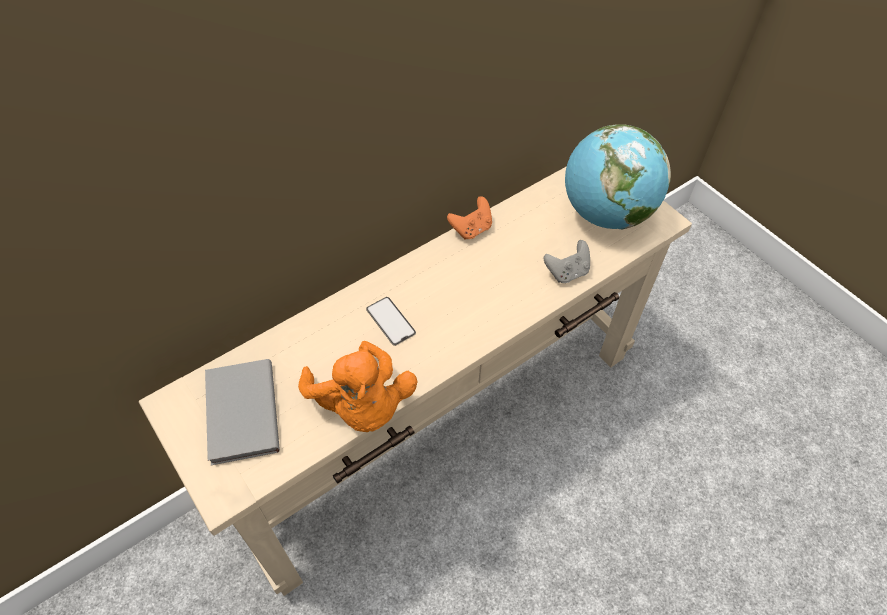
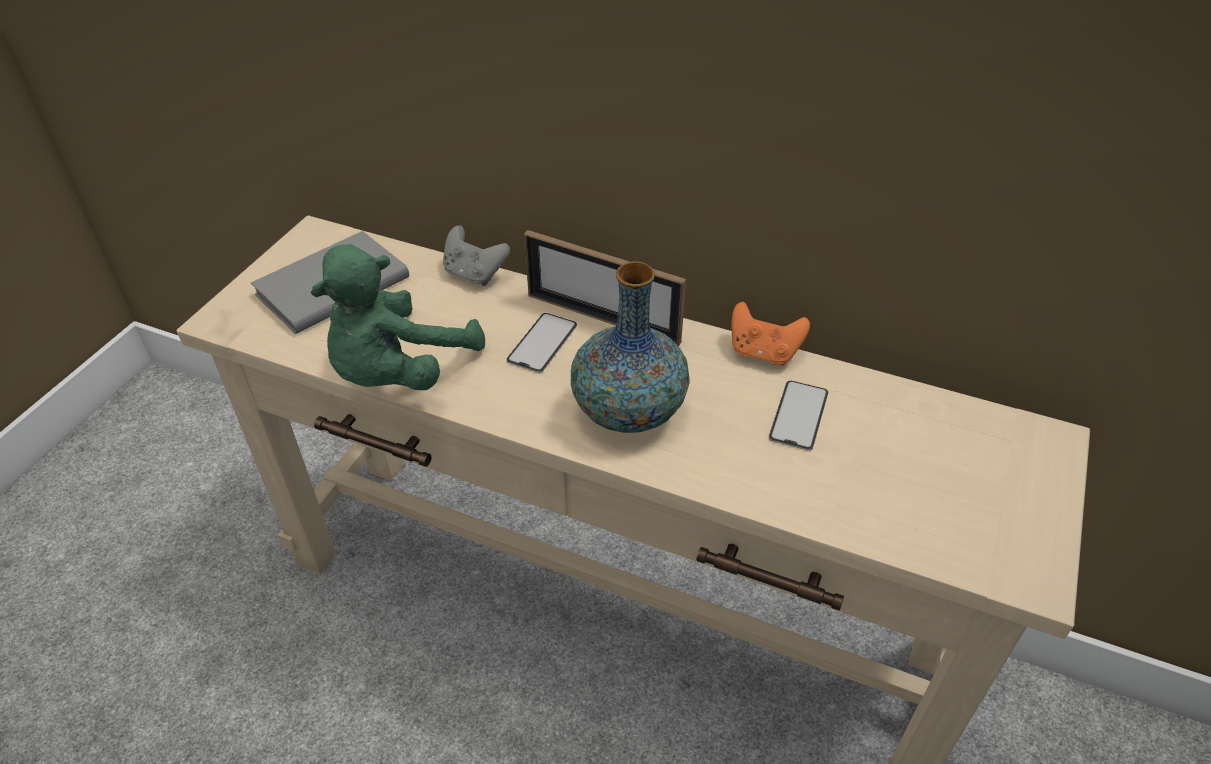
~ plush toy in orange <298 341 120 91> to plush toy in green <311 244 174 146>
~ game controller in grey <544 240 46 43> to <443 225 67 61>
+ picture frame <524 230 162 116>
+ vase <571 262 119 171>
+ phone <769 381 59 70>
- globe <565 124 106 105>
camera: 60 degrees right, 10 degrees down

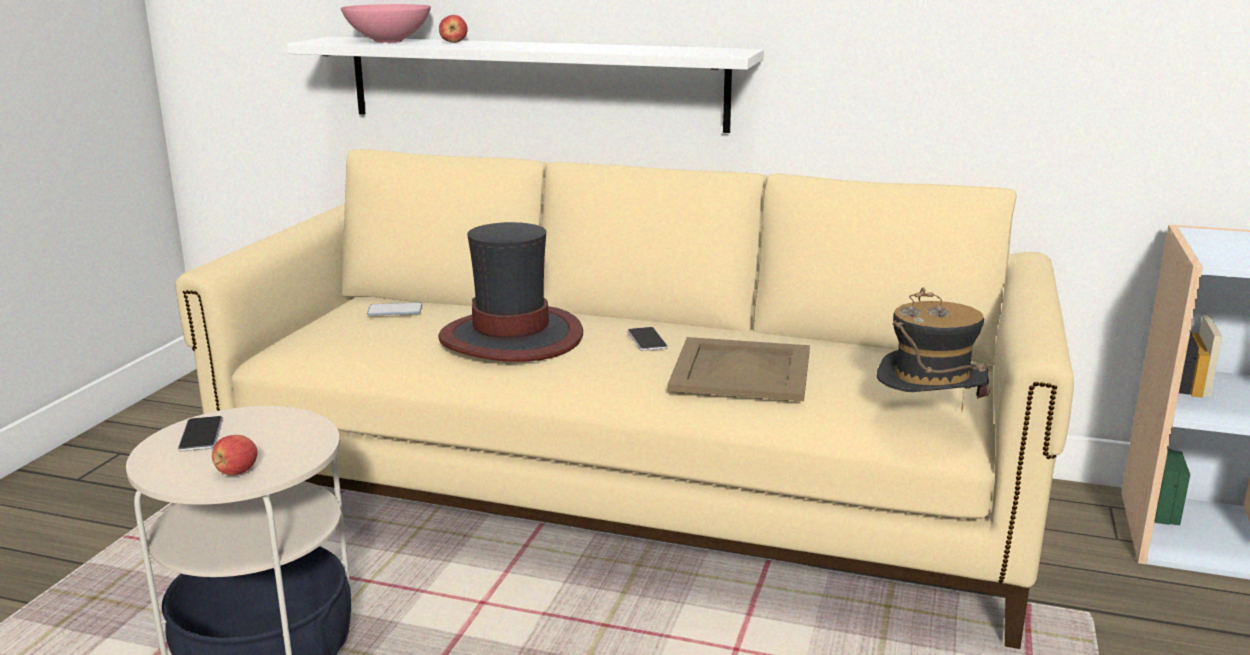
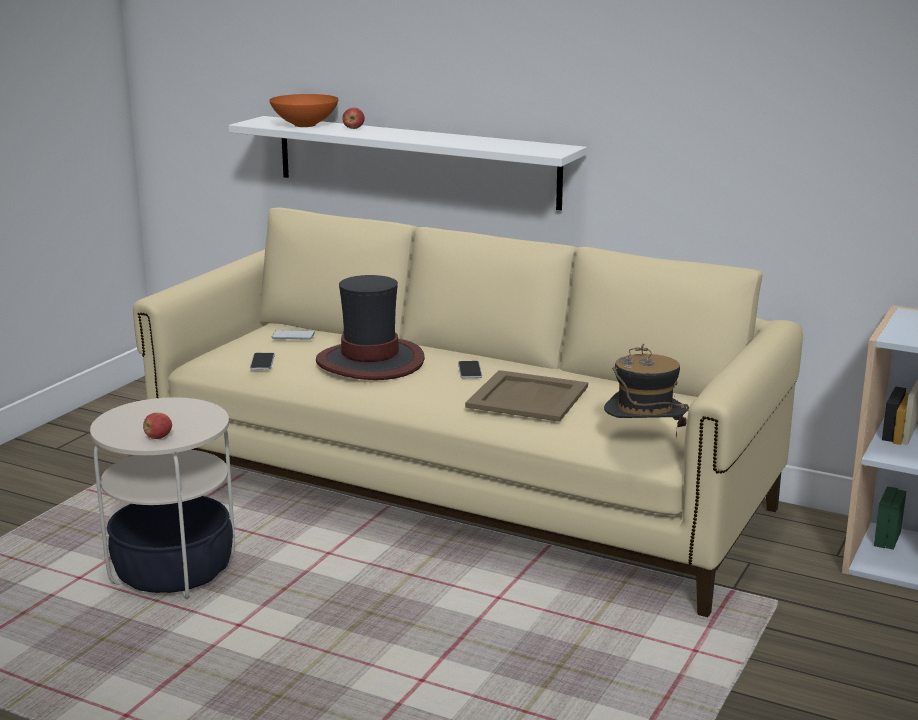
~ phone <178 416 45 35> to <250 353 25 17>
~ bowl in pink <341 4 90 39> to bowl in orange <269 94 70 33>
camera: 10 degrees right, 0 degrees up

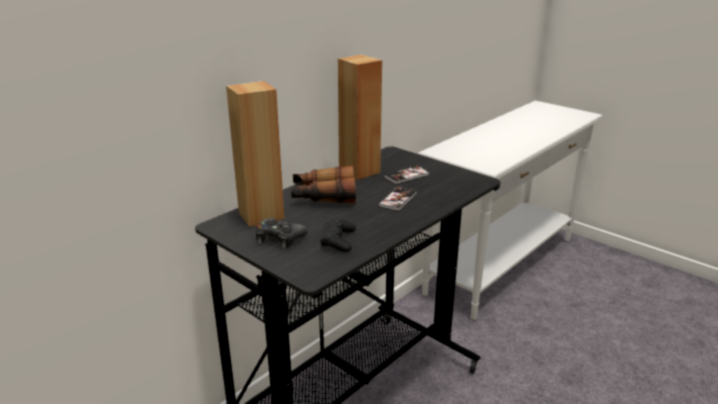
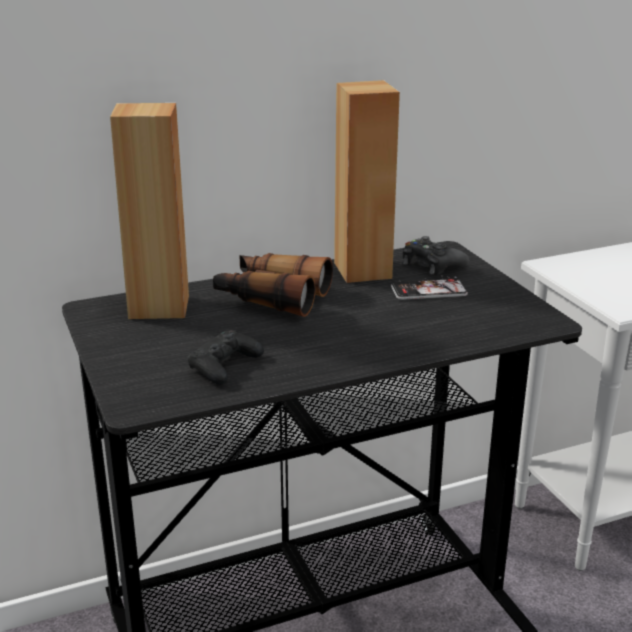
~ game controller in black <256 218 52 30> to <403 236 66 39>
- phone <379 187 38 24>
camera: 25 degrees right, 0 degrees up

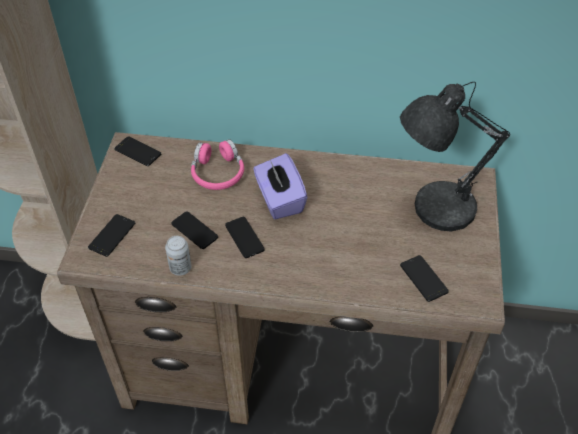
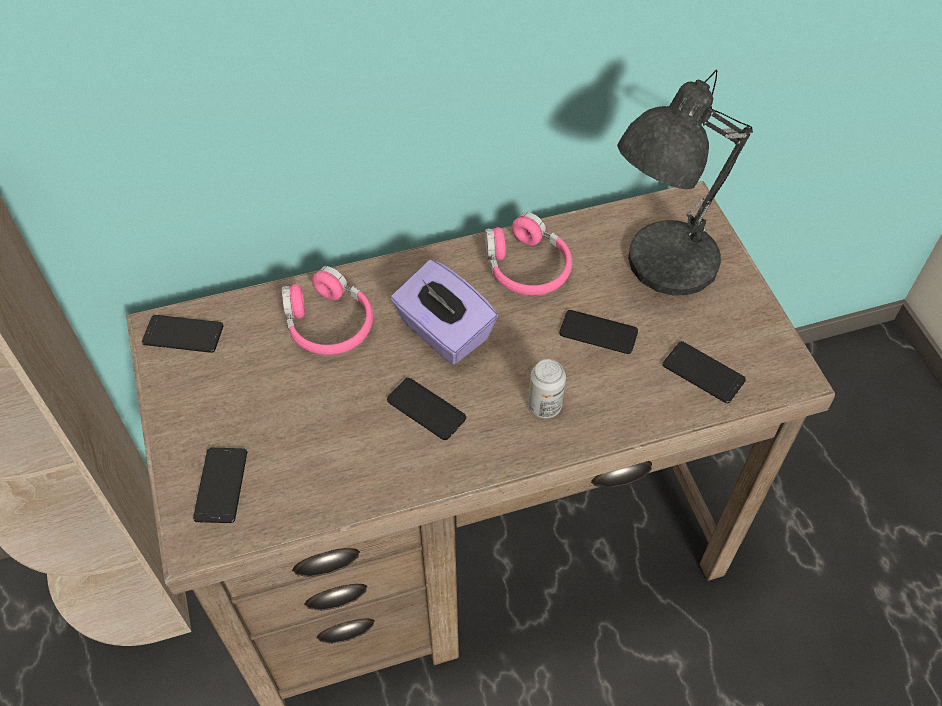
+ headphones in pink <485 212 87 83>
~ can <165 236 27 40> to <528 359 38 59>
~ phone <171 211 47 38> to <559 310 79 44>
camera: 25 degrees left, 5 degrees up

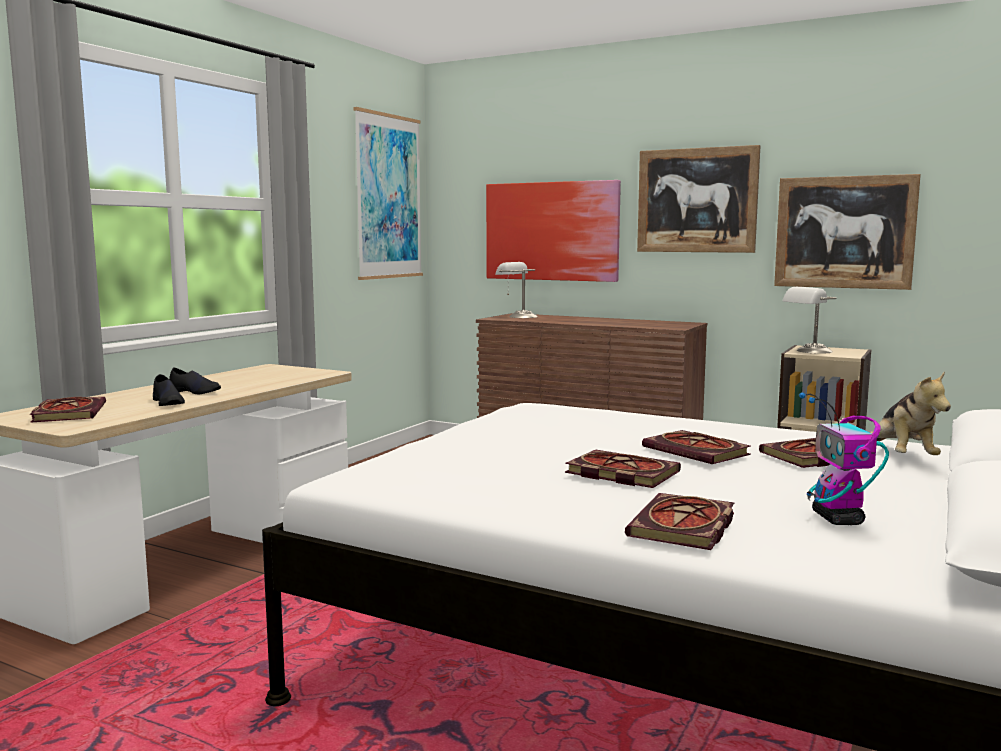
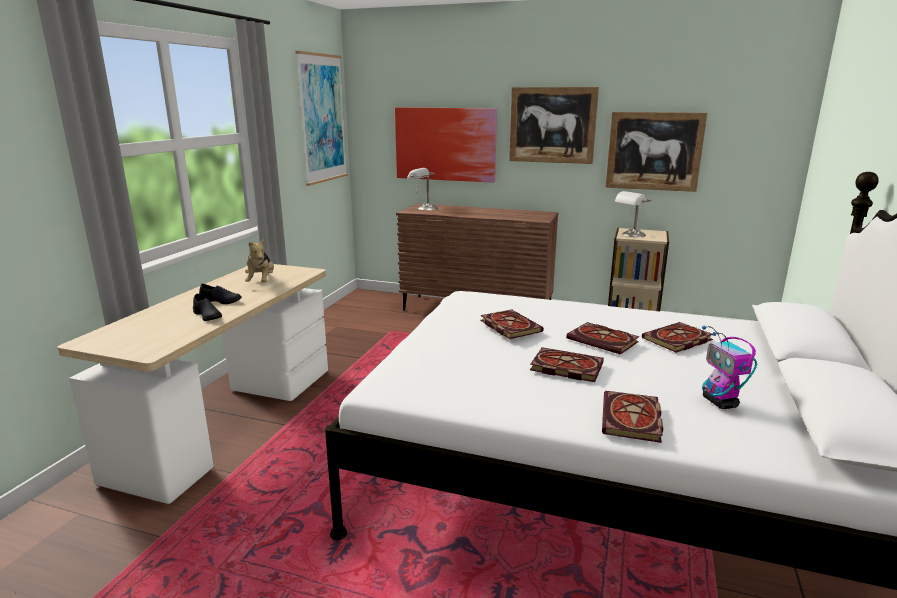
~ plush toy <870 371 81 84> to <245 238 29 44>
~ book <30 397 76 26> to <480 309 64 30>
camera: 10 degrees left, 10 degrees up

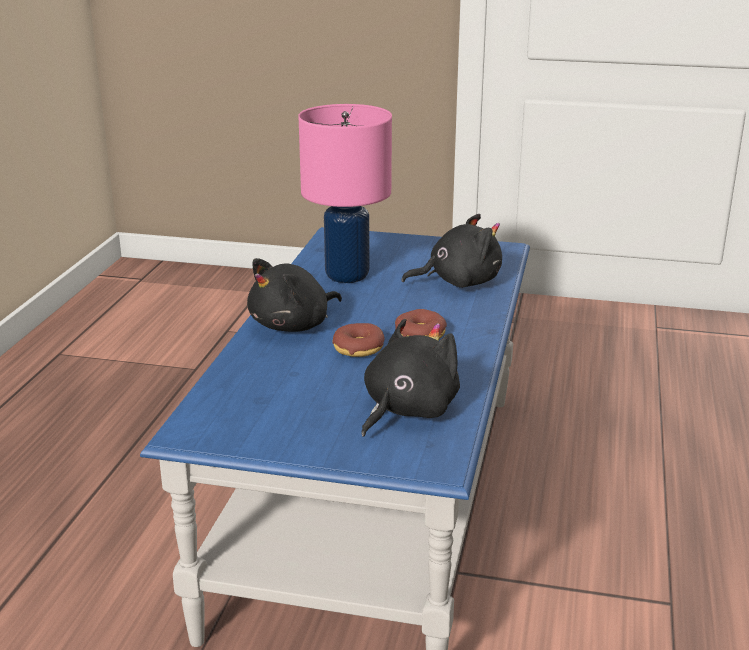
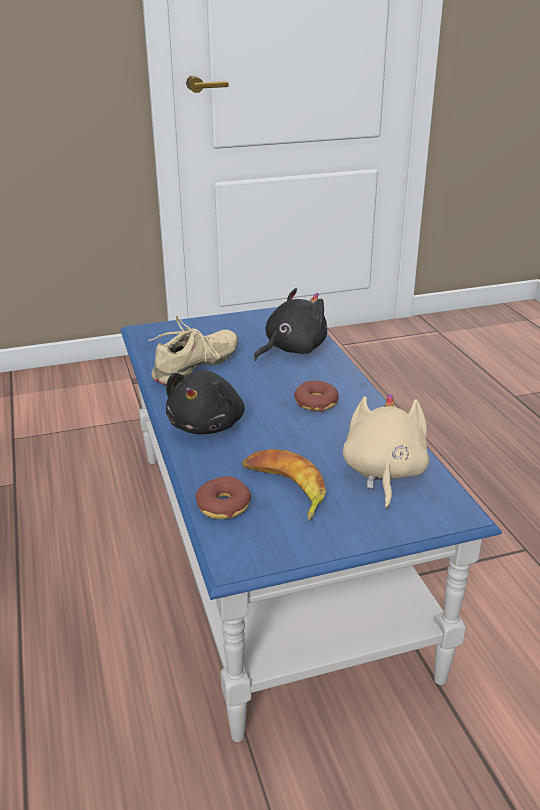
~ table lamp in pink <298 104 94 179> to shoe in beige <148 316 90 69>
~ donut <332 323 53 34> to <196 476 55 43>
+ banana <242 449 84 72>
~ plush toy in black <361 319 99 118> to plush toy in beige <343 393 86 116>
camera: 30 degrees left, 5 degrees up

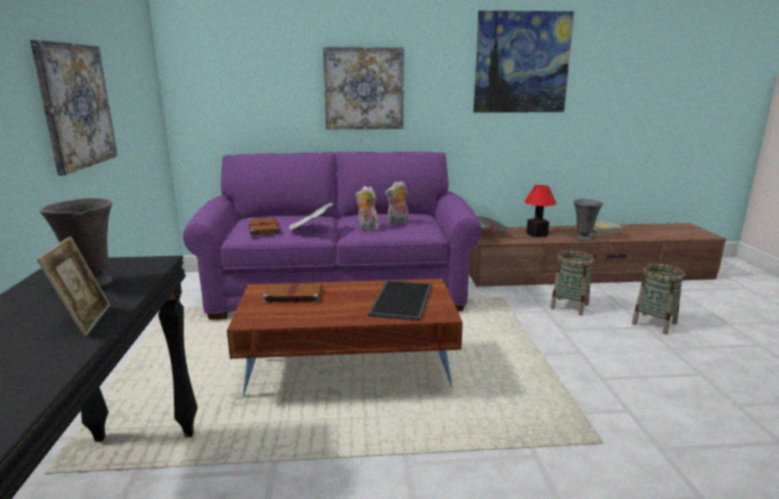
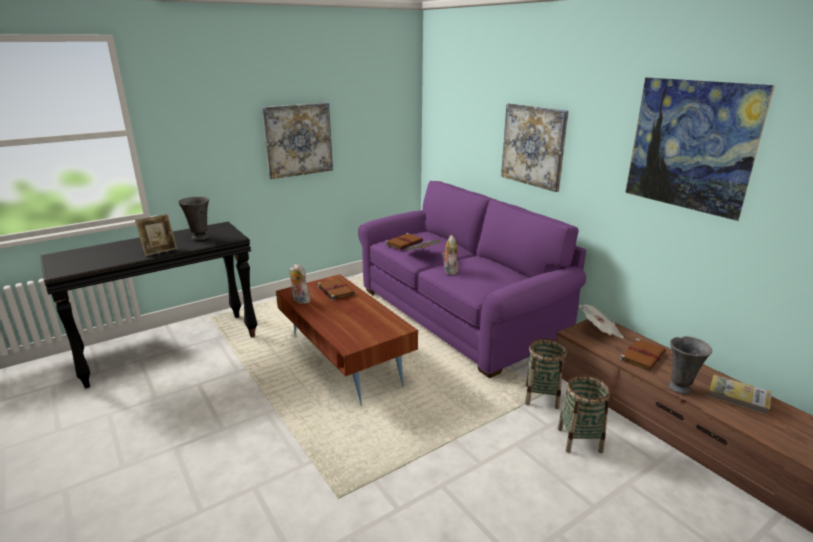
~ plush toy <385 181 23 43> to <289 264 21 40>
~ basket <632 262 53 73> to <525 339 42 70>
~ table lamp <525 185 31 52> to book in brown <620 339 46 32>
- tray <368 280 64 41>
camera: 60 degrees right, 5 degrees up

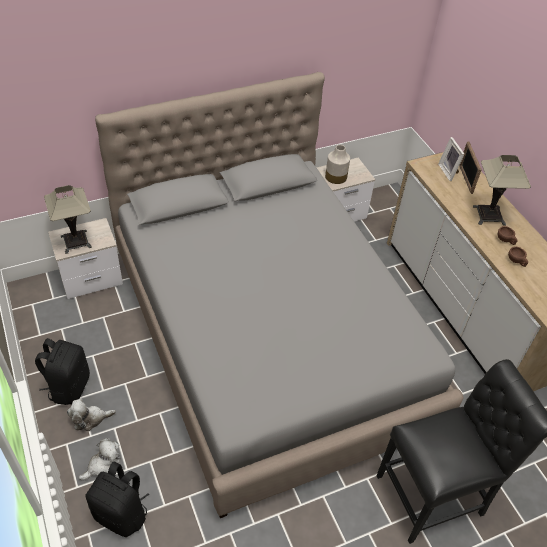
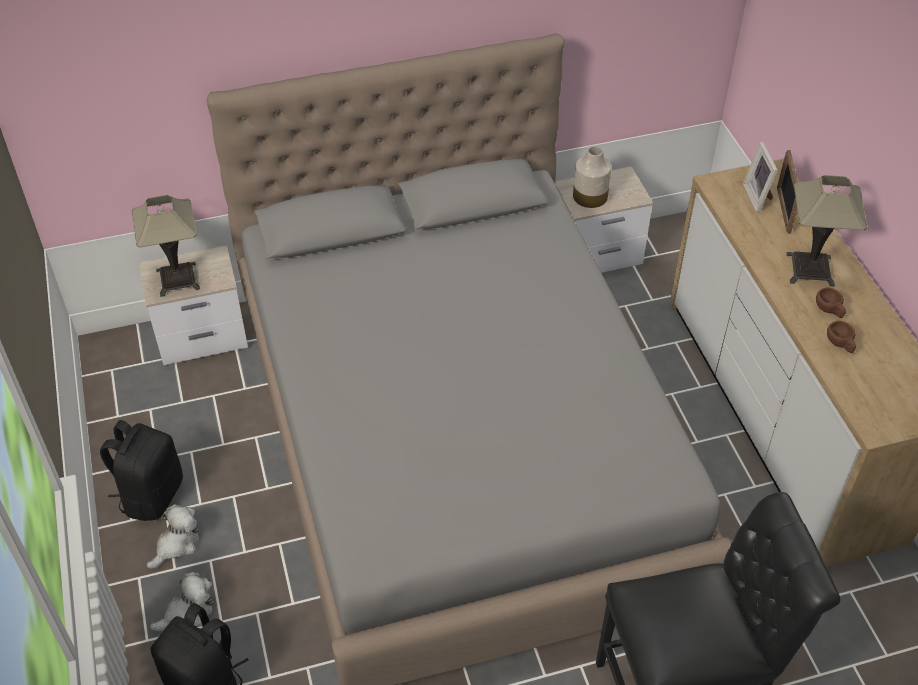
~ plush toy <67 399 49 32> = <147 504 52 65> 135 degrees clockwise
camera: 10 degrees right, 0 degrees up

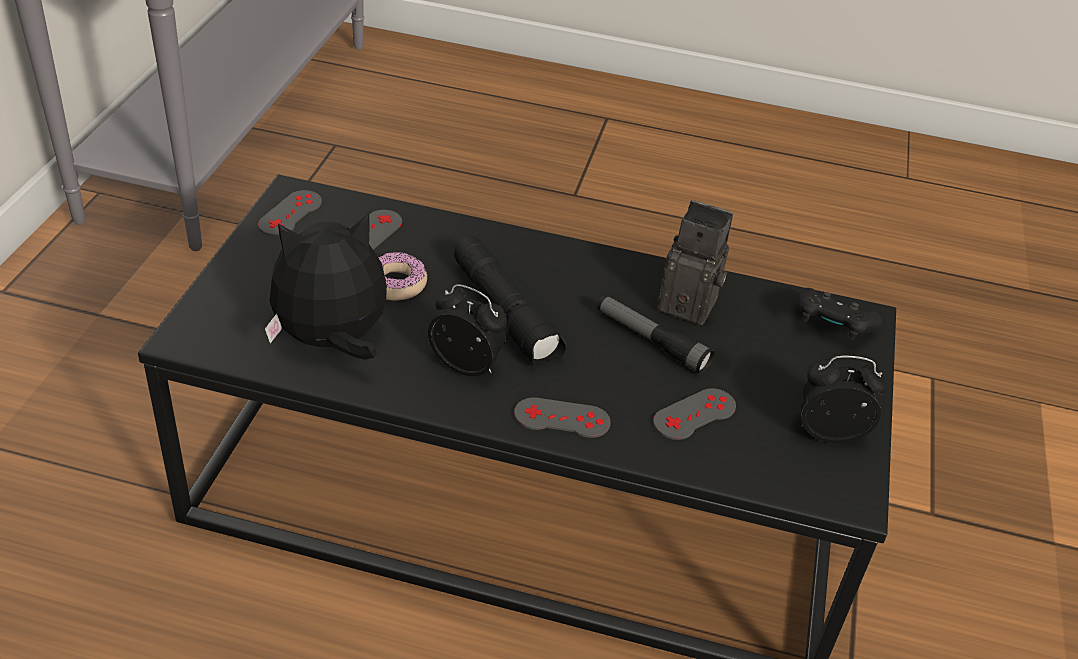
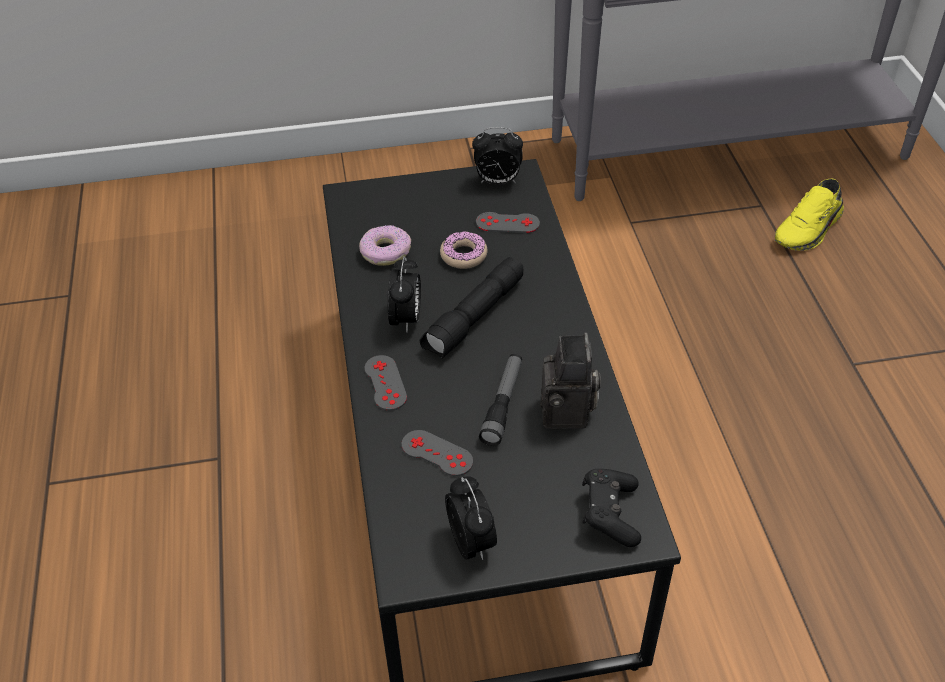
~ plush toy <265 213 122 147> to donut <359 225 52 41>
~ game controller in grey <258 190 64 46> to alarm clock <472 127 51 58>
+ shoe in yellow <775 179 69 72>
camera: 70 degrees right, 5 degrees up

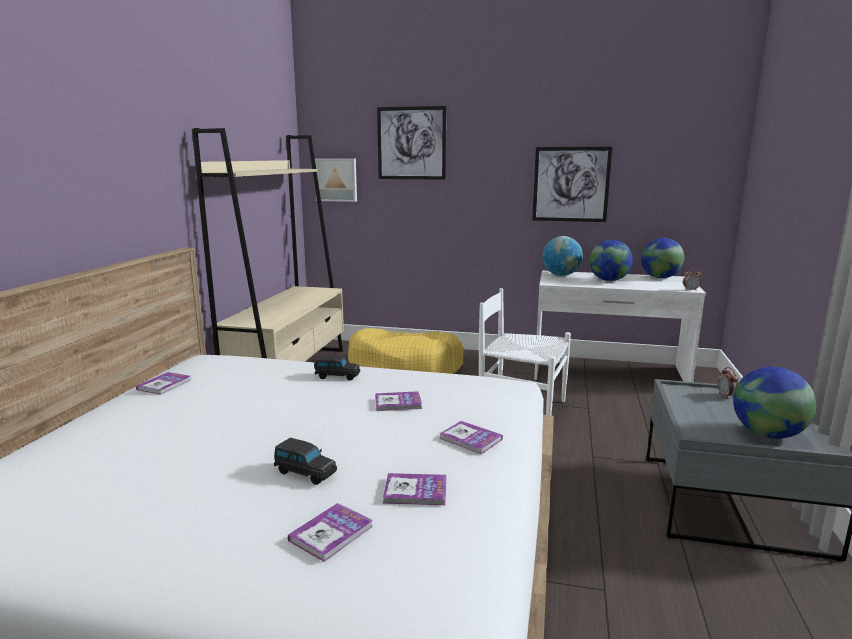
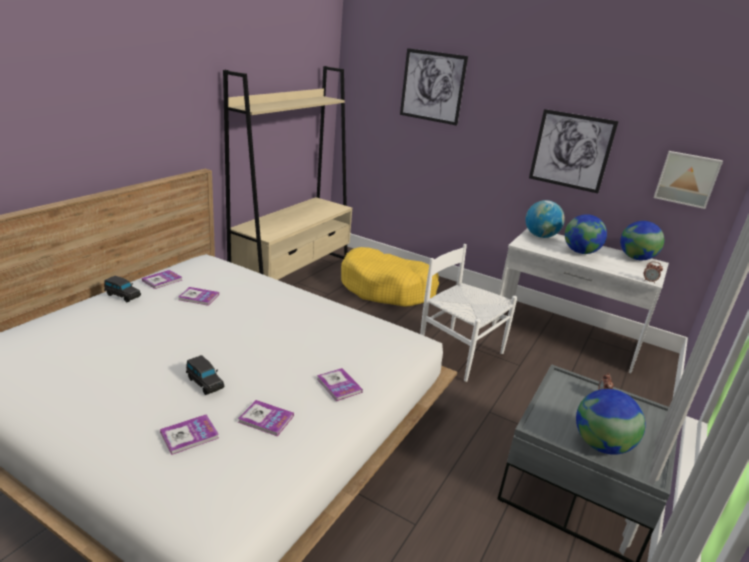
~ toy car in black <314 355 46 26> to <104 276 37 26>
~ book <375 391 47 20> to <178 287 41 19>
~ picture <315 158 42 44> to <654 151 69 58>
camera: 15 degrees right, 10 degrees up

